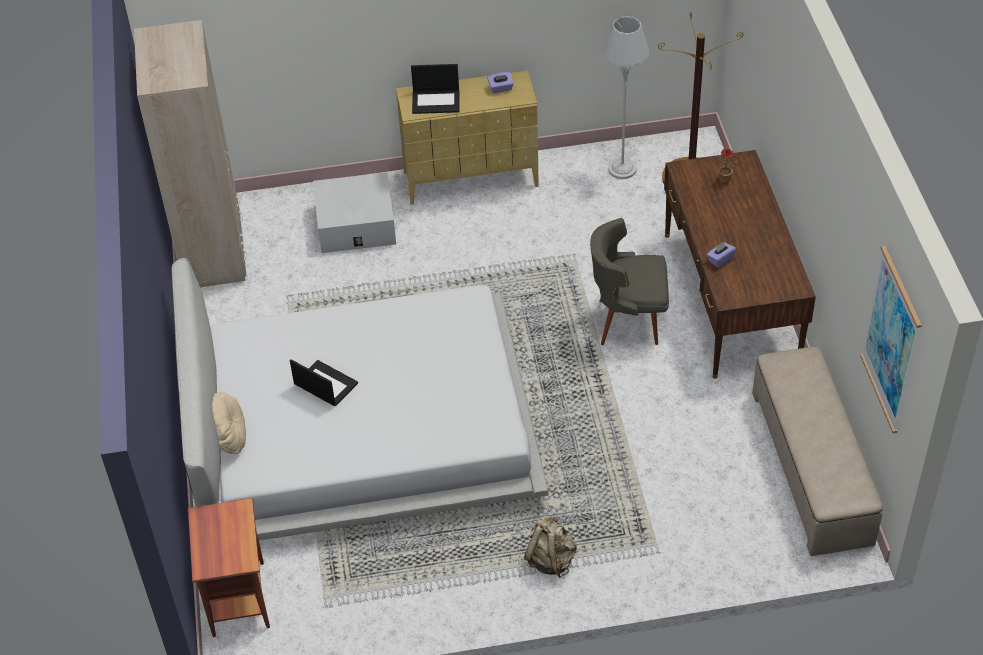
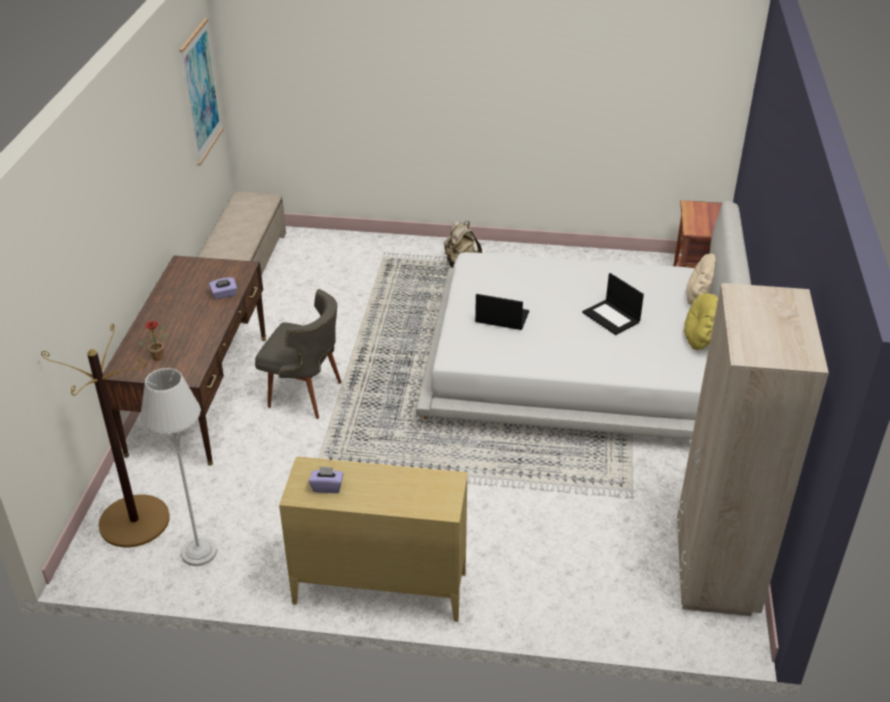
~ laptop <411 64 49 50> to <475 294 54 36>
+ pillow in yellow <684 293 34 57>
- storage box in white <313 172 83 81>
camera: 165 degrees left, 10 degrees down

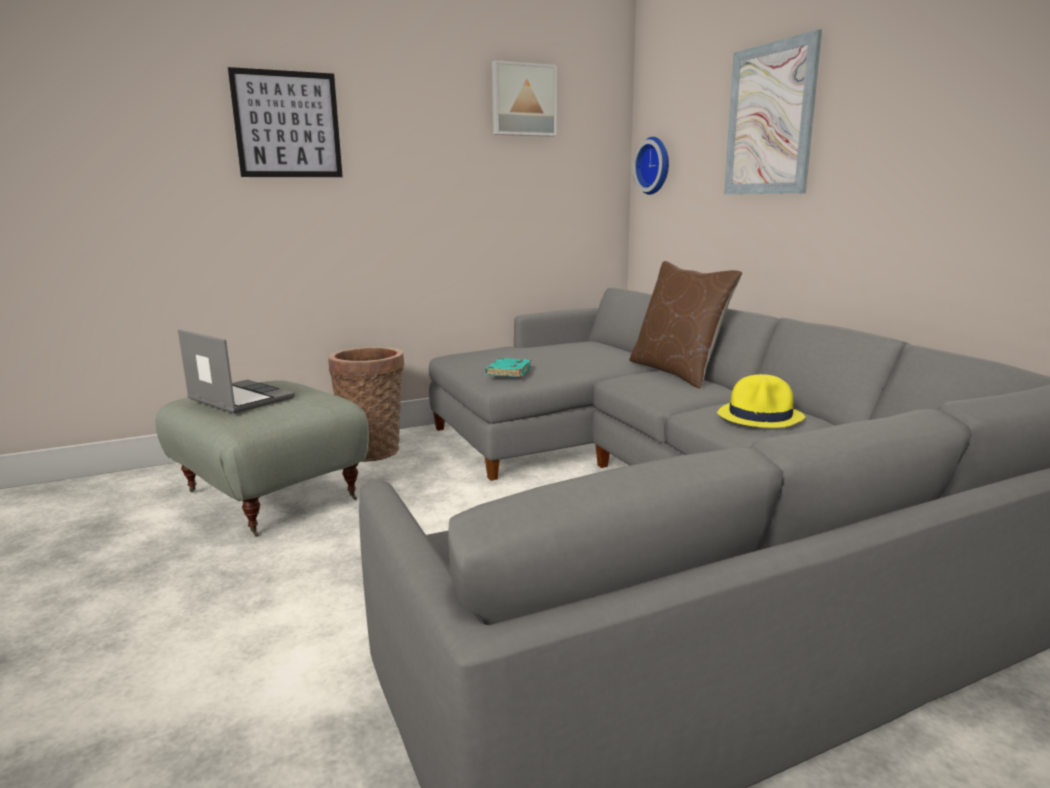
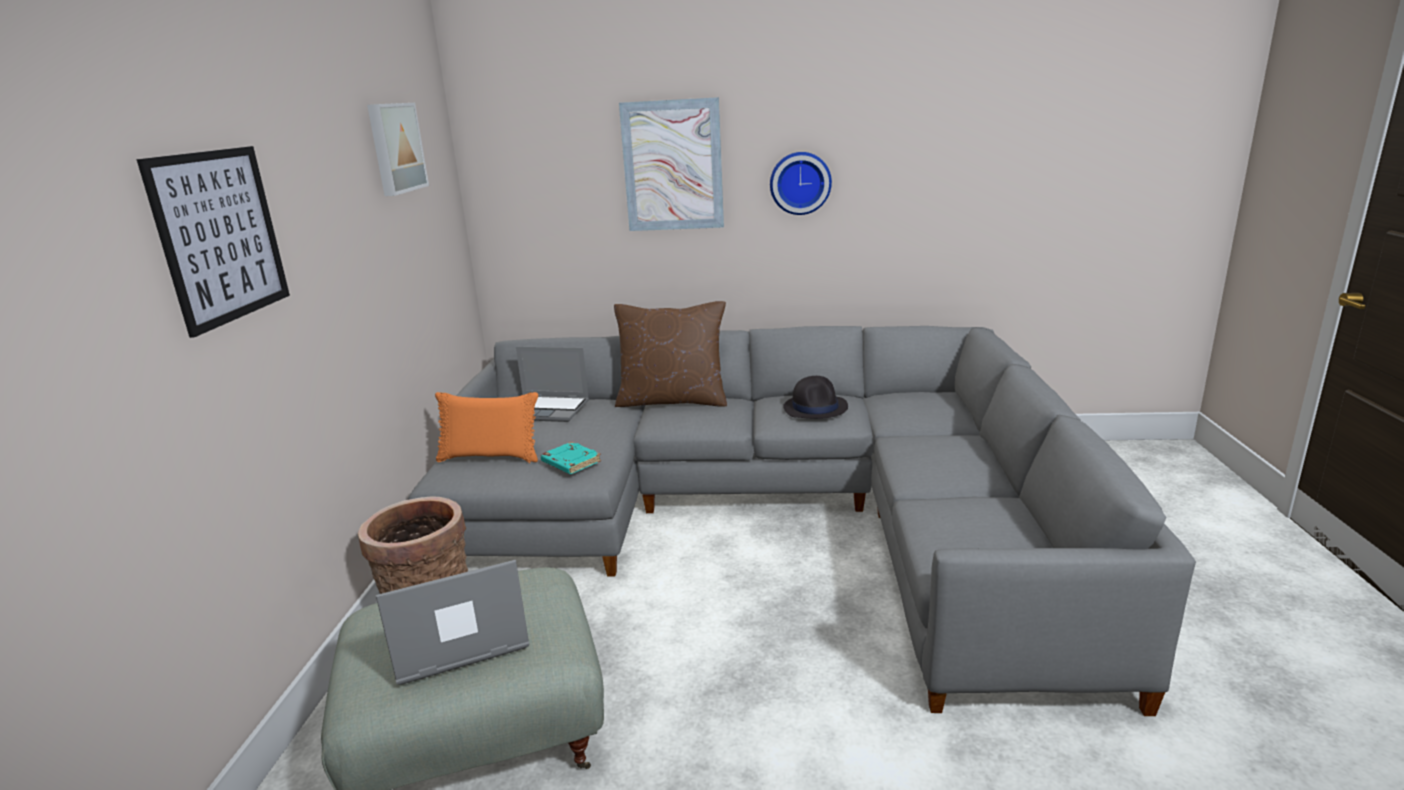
+ pillow in orange <435 392 103 71>
+ laptop <516 347 73 75>
~ wall clock <633 137 36 58> to <770 152 62 63>
~ hat in yellow <717 374 89 54> to hat in black <783 376 65 43>
camera: 60 degrees left, 5 degrees up

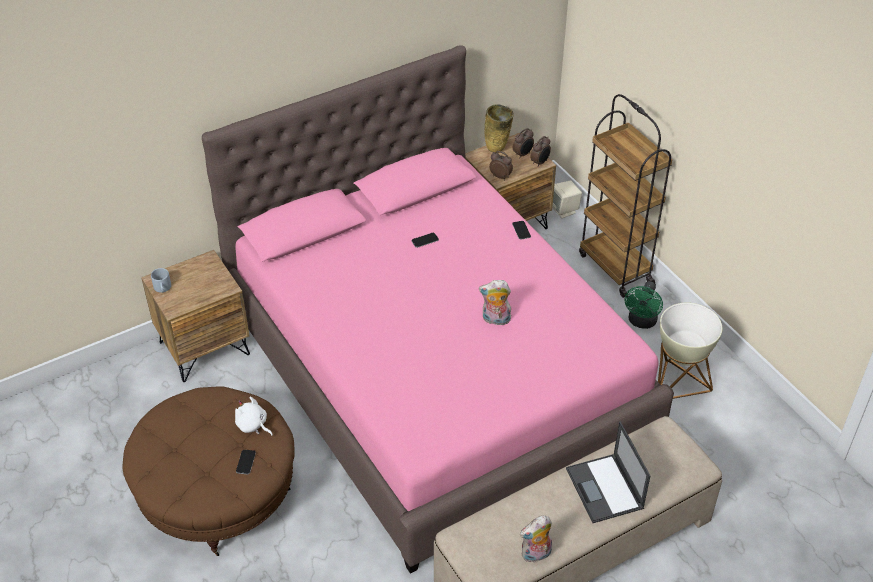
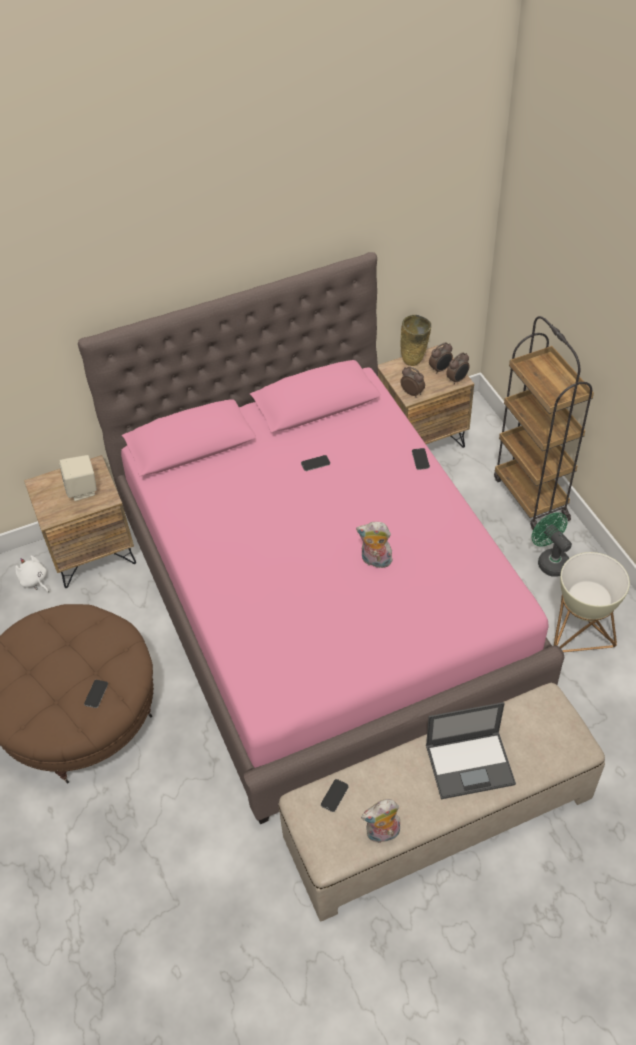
~ plush toy in white <235 397 38 39> to <15 555 34 37>
~ speaker in beige <552 181 30 37> to <59 455 38 46>
+ phone <321 779 28 33>
~ laptop <566 422 84 101> = <426 702 90 97> 90 degrees counterclockwise
~ fan in green <625 281 38 48> = <531 512 41 65> 120 degrees clockwise
- mug in grey <151 268 20 25>
camera: 10 degrees right, 5 degrees up

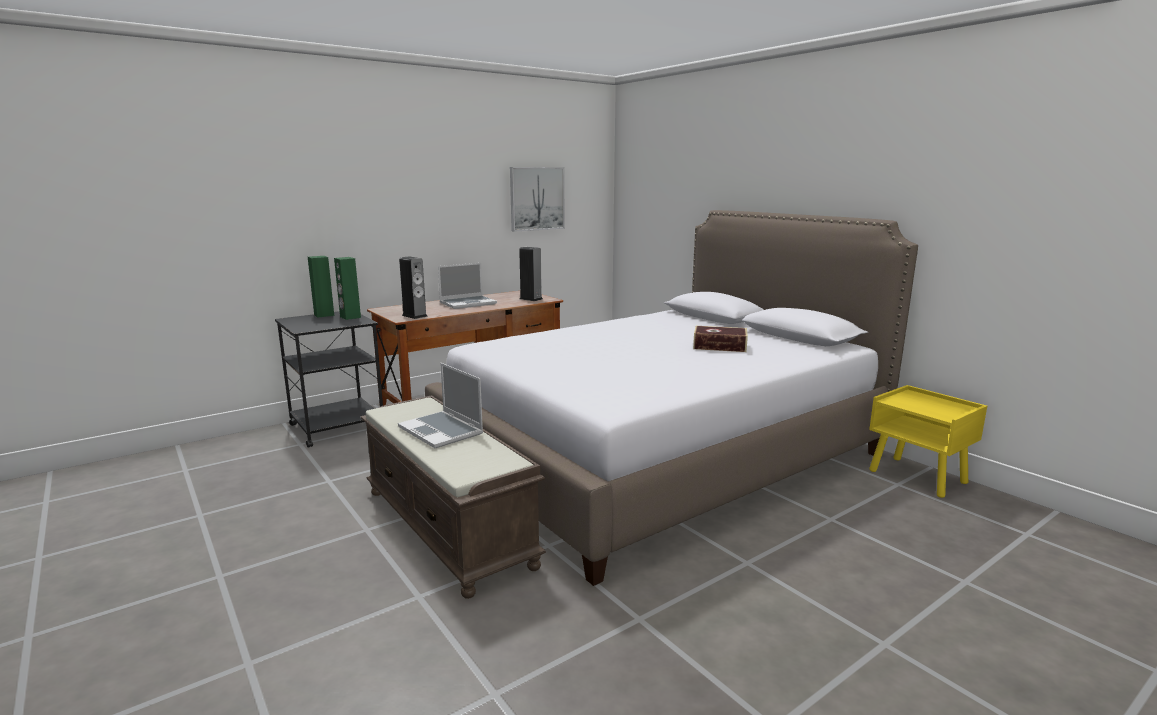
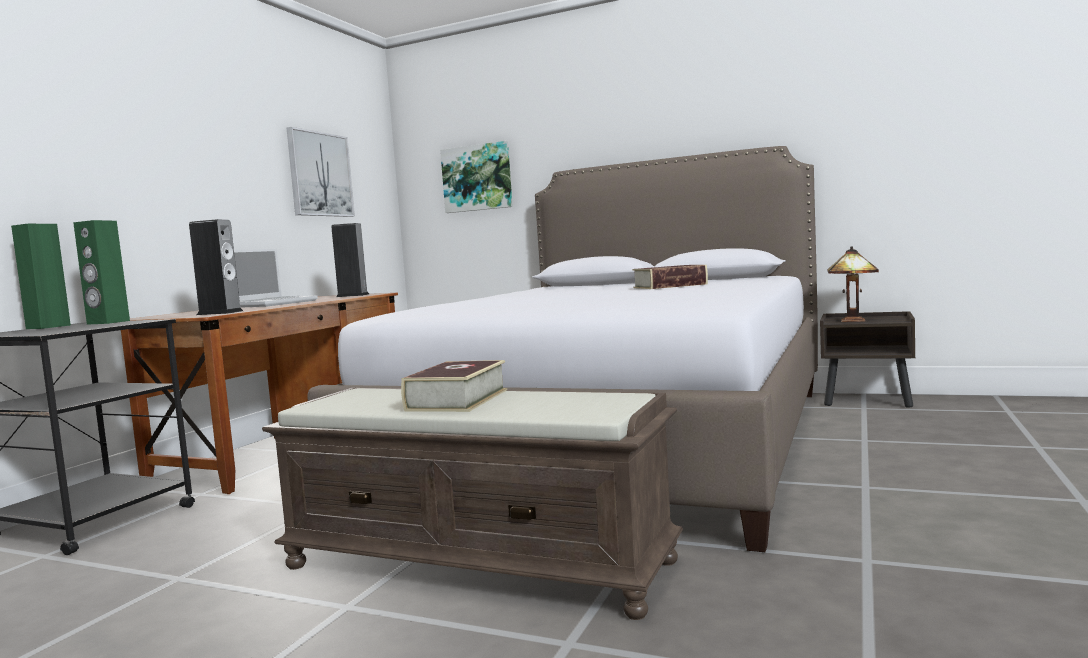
~ laptop <398 363 85 85> to book <401 360 106 52>
+ picture <440 141 73 72>
~ nightstand in yellow <869 385 118 113> to nightstand in brown <820 311 95 97>
+ table lamp <827 246 52 76>
camera: 30 degrees left, 10 degrees down

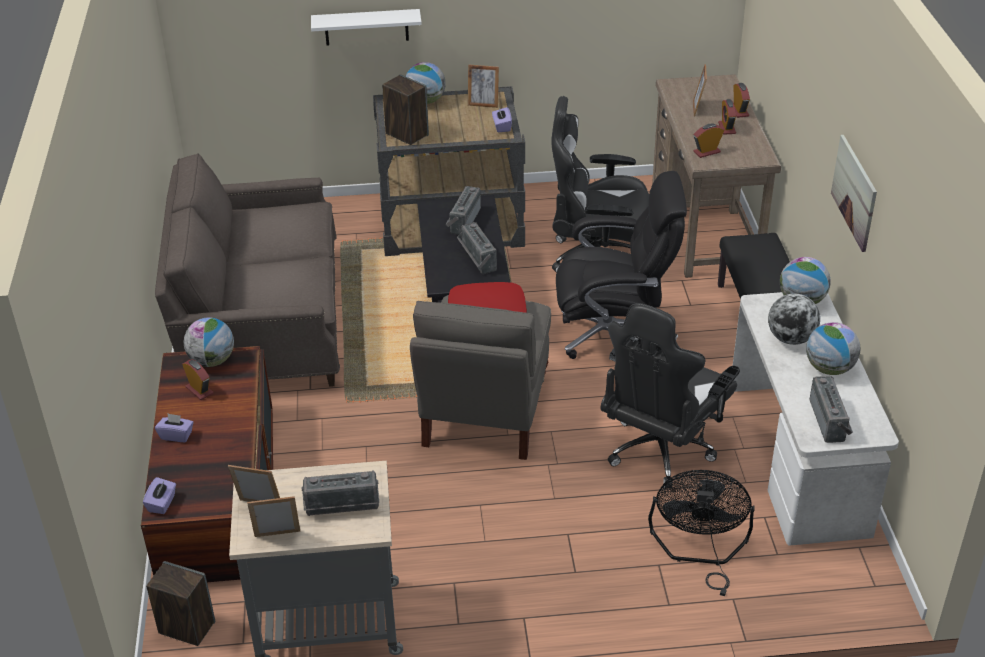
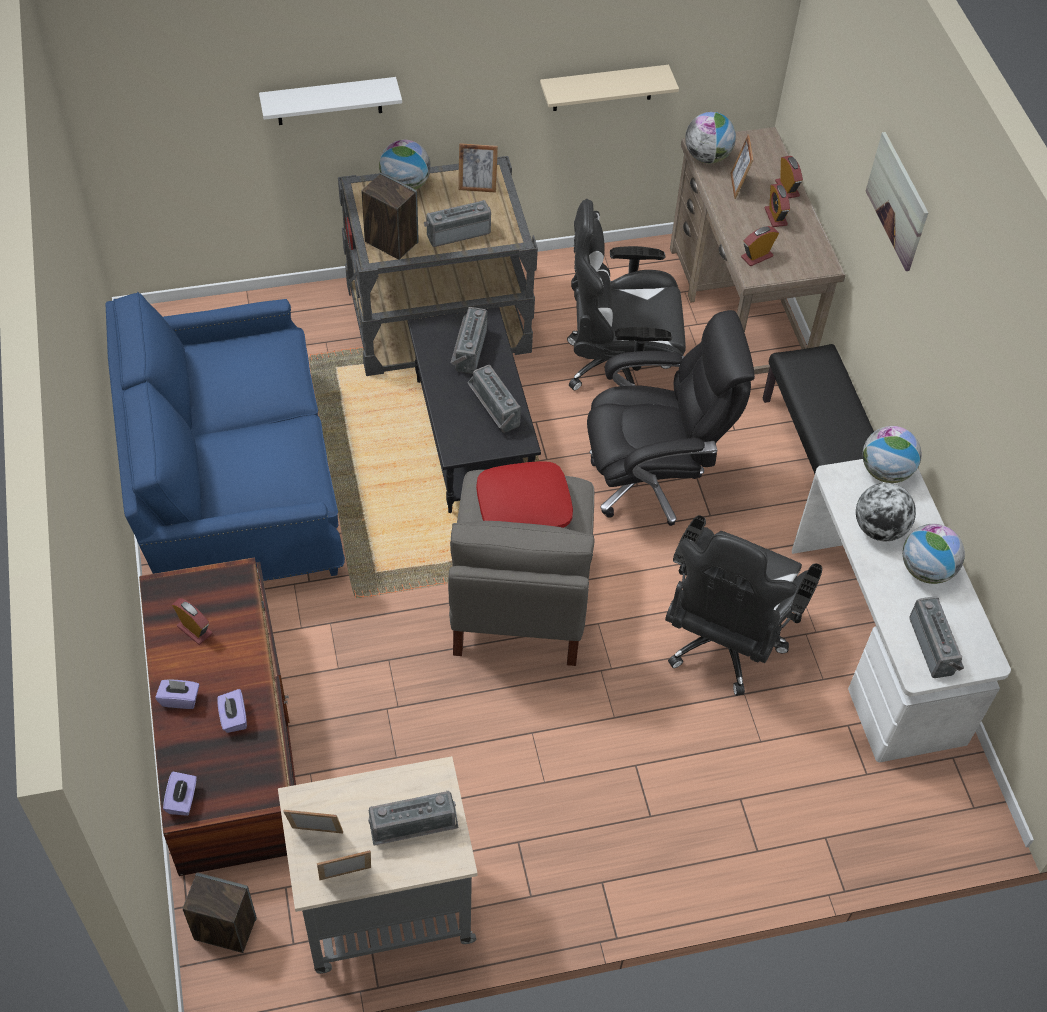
~ sofa in grey <155 154 185 233> to sofa in blue <106 292 239 289>
~ tissue box in purple <492 107 20 25> to <217 689 30 44>
+ radio <424 200 67 47>
+ shelf in beige <540 65 139 46>
~ globe <184 317 50 50> to <685 112 51 51>
~ picture <831 135 46 117> to <866 132 62 139>
- fan in black <648 470 107 126>
camera: 10 degrees left, 15 degrees up

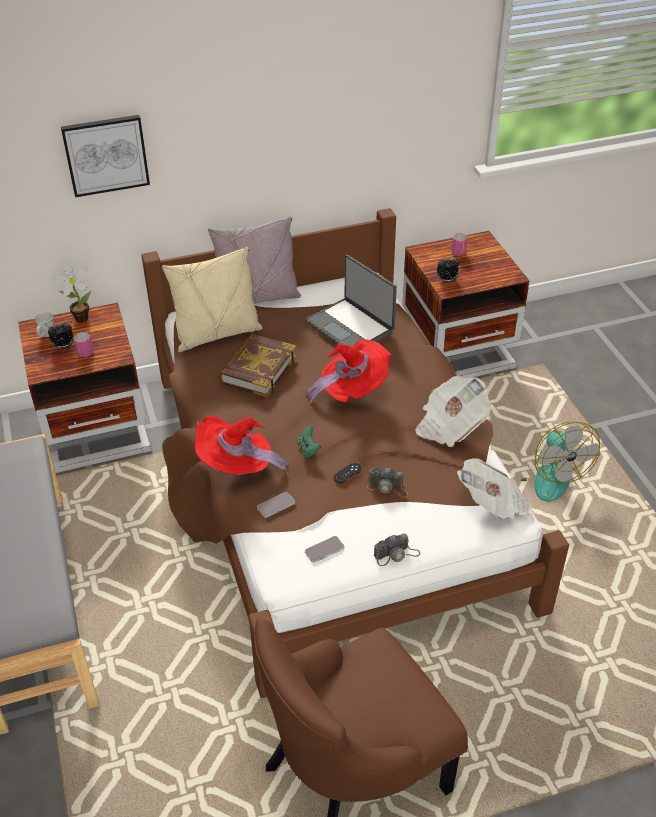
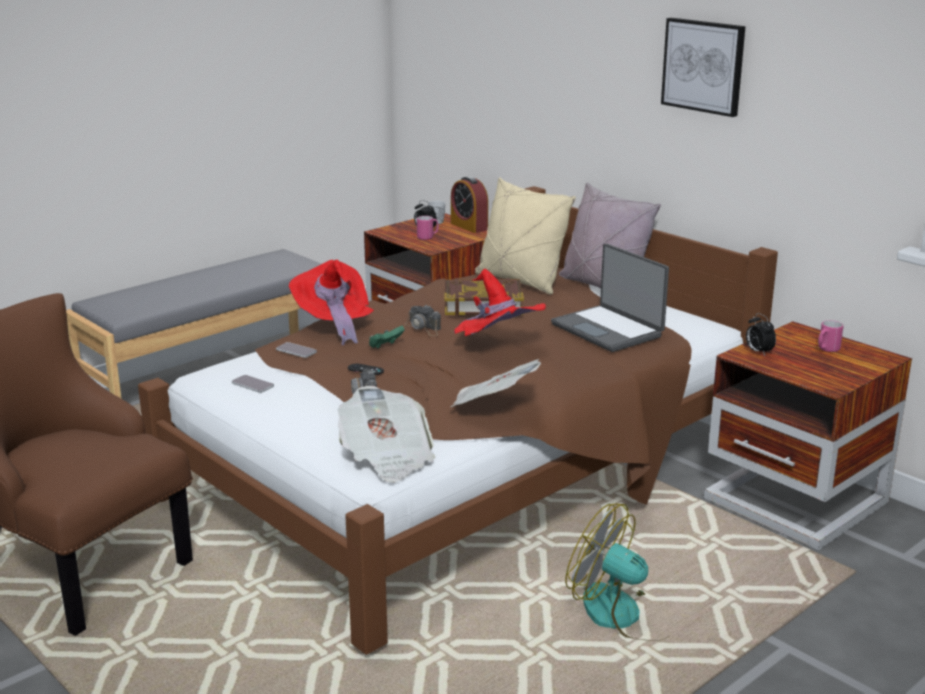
~ photo camera <374 534 47 32> to <404 305 37 31>
~ potted plant <54 263 37 60> to alarm clock <451 176 37 57>
~ laptop <306 255 91 92> = <551 243 118 109> 60 degrees counterclockwise
~ fan <521 422 79 80> = <565 504 112 137> 75 degrees clockwise
~ picture <61 115 89 82> to <661 18 85 99>
camera: 65 degrees right, 20 degrees down

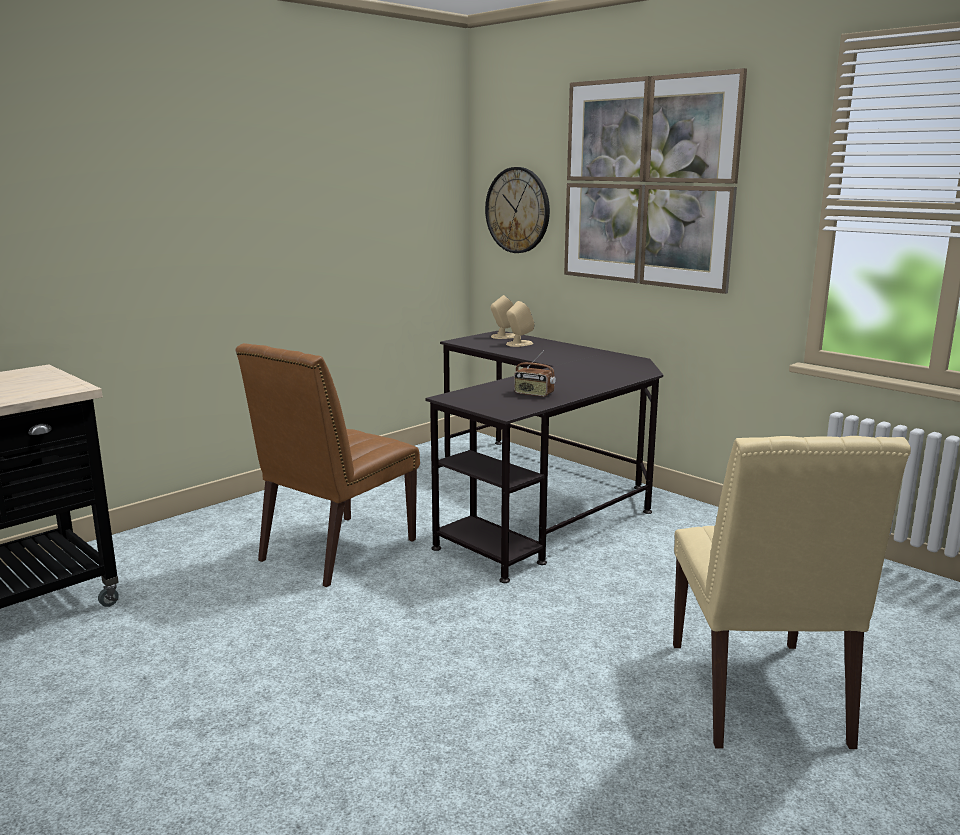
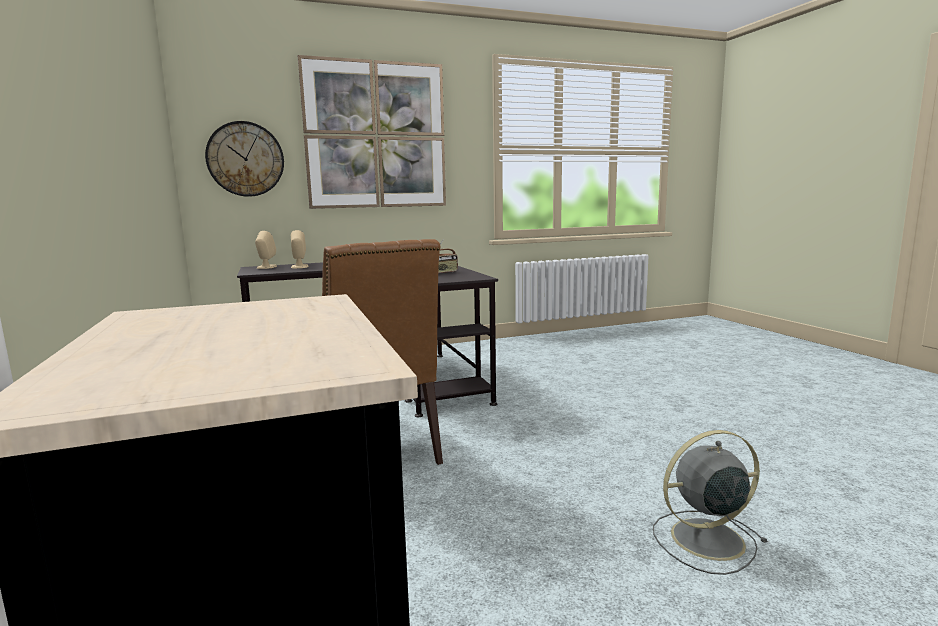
+ fan in grey <653 430 115 145>
- chair in beige <673 436 238 313>
camera: 65 degrees left, 5 degrees down

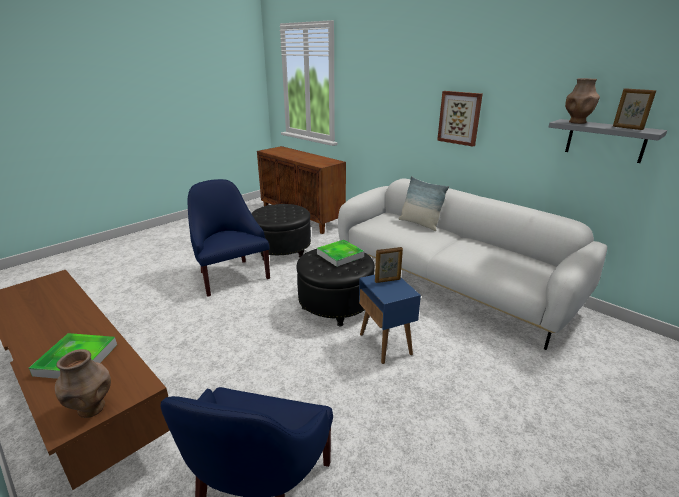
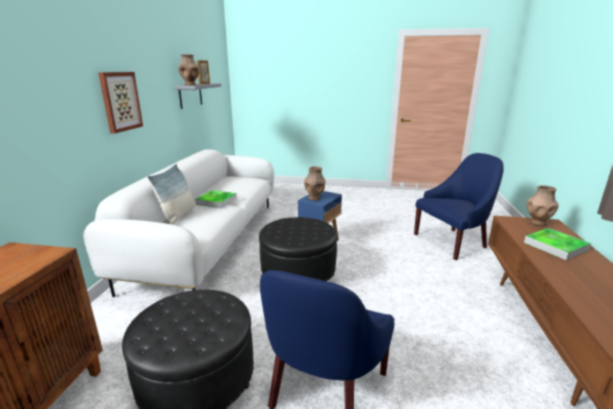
~ tray <317 240 47 27> to <195 190 42 18>
~ picture frame <375 247 28 36> to vase in brown <304 166 22 34>
camera: 125 degrees left, 5 degrees down

